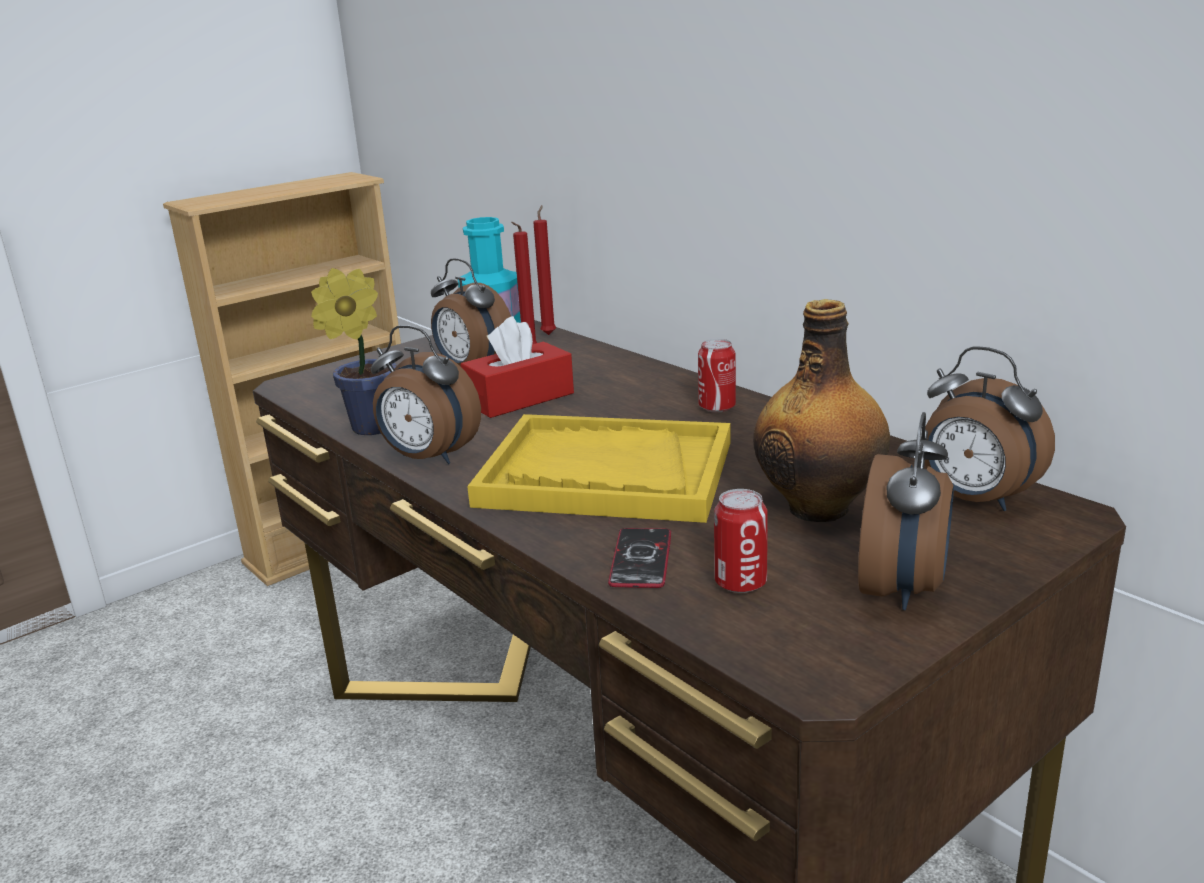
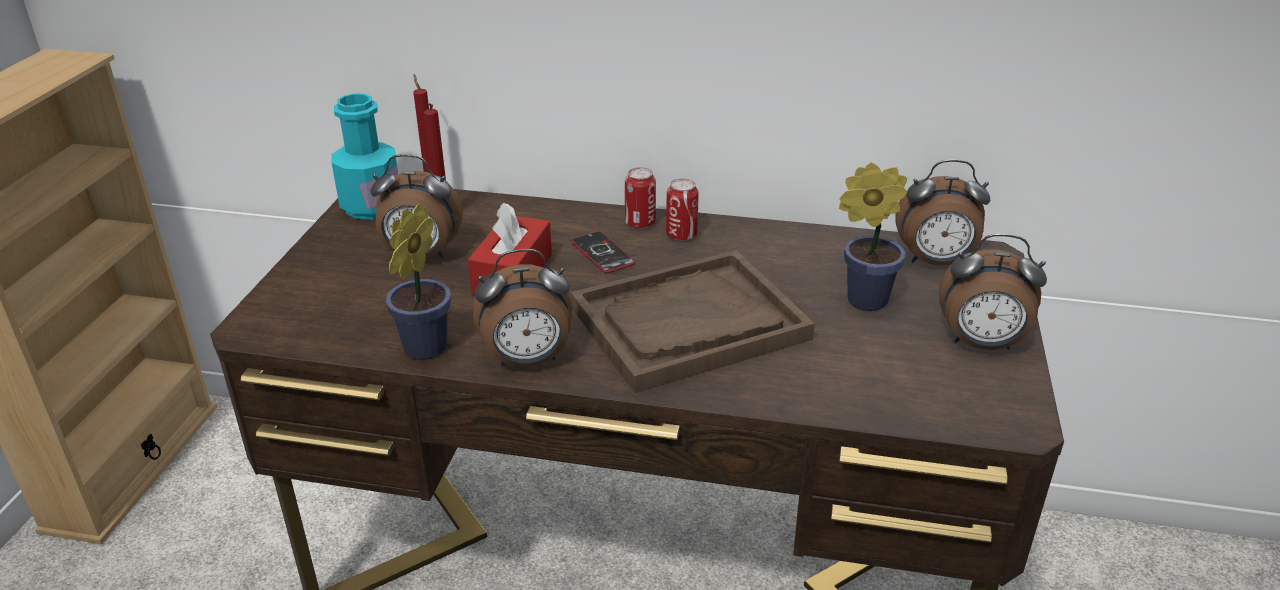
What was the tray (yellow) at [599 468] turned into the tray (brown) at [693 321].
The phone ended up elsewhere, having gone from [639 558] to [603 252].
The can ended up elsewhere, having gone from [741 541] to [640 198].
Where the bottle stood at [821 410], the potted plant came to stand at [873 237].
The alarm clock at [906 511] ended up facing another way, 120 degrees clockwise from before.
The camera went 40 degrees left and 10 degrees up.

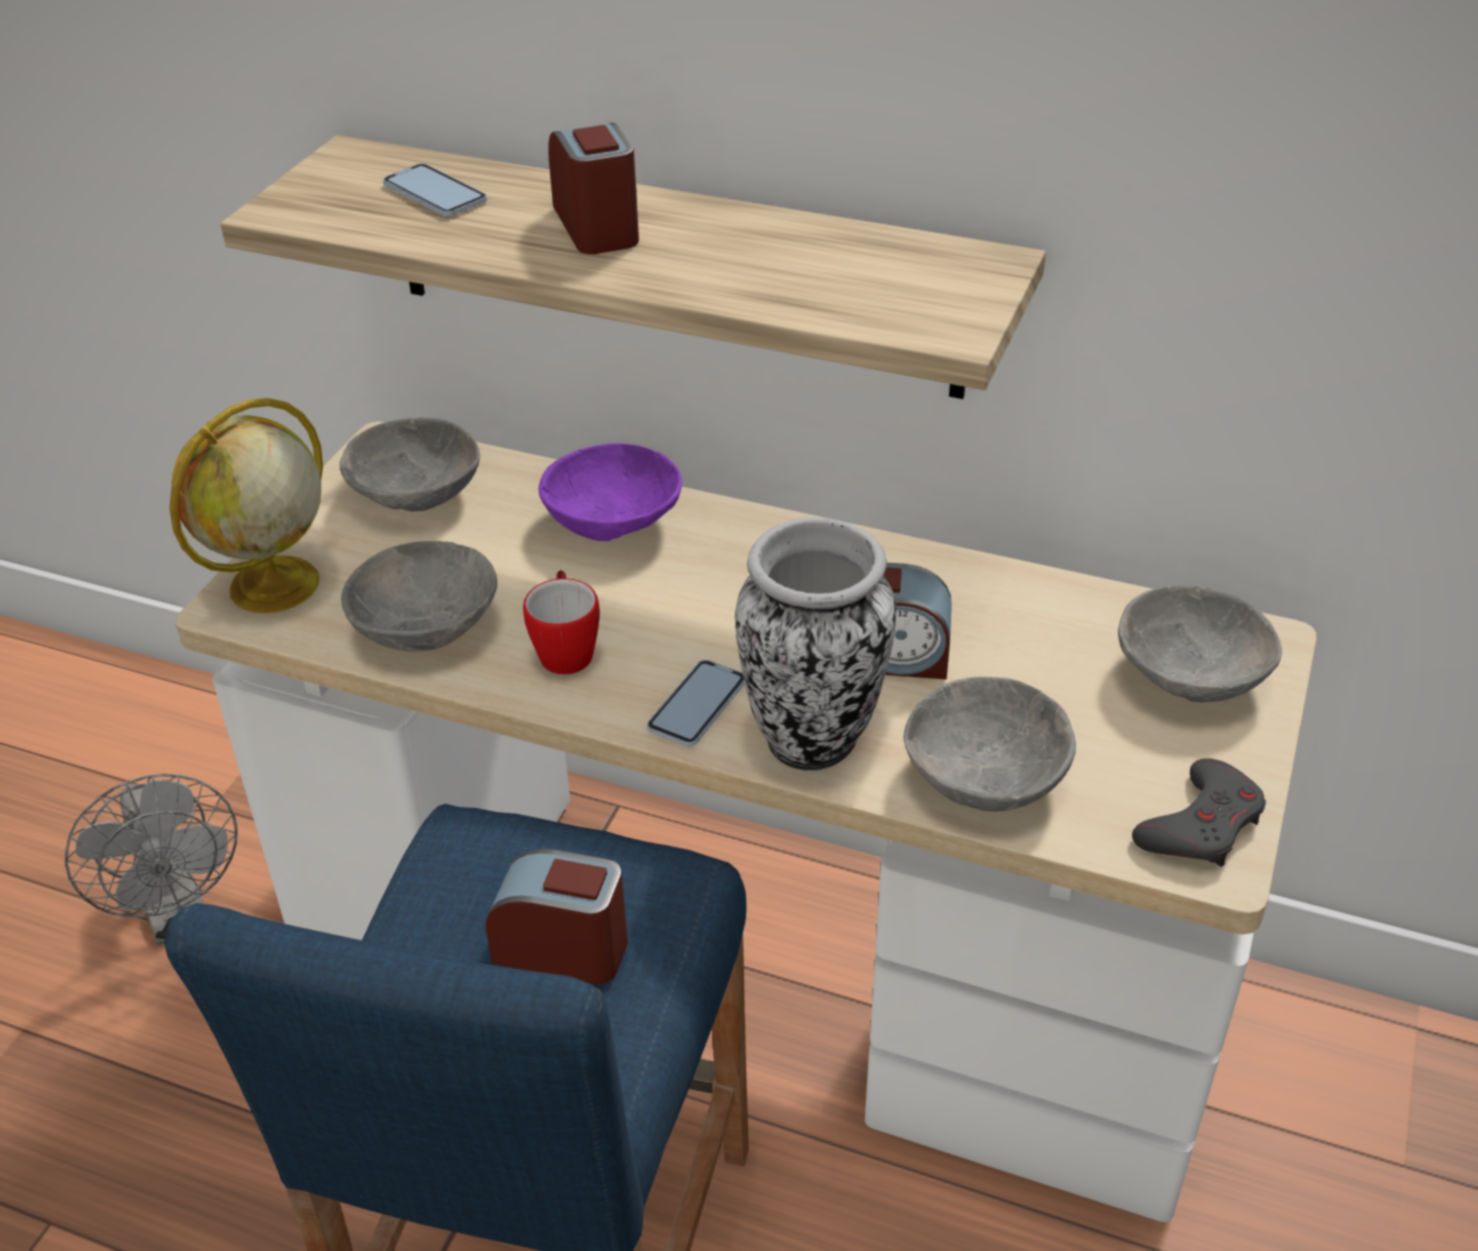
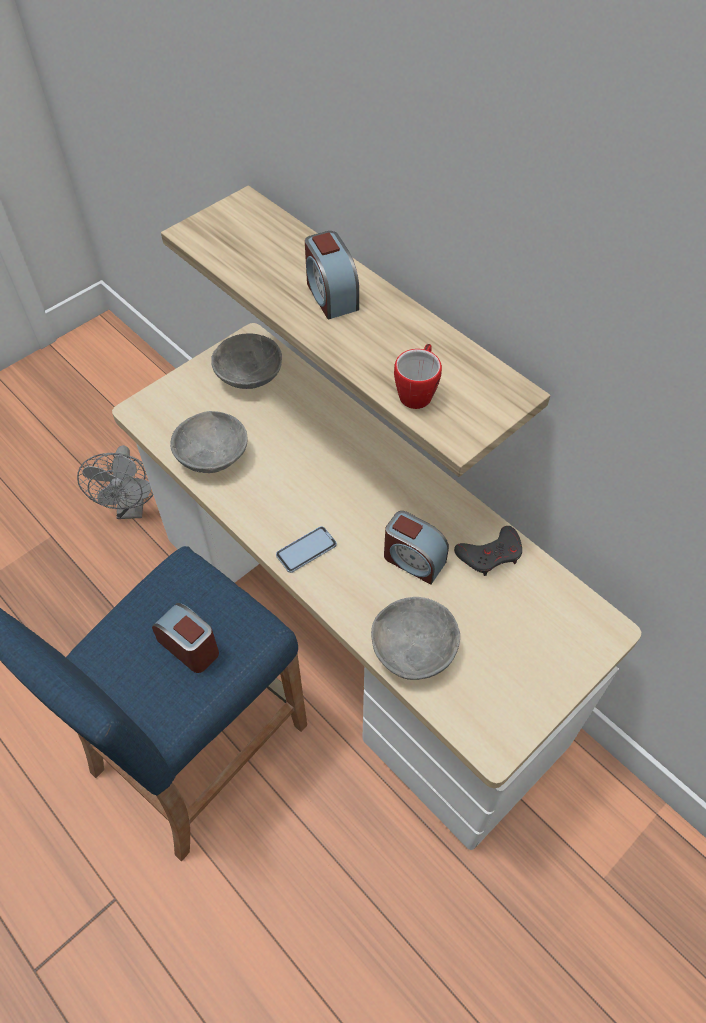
The second view lost the globe at [246 505].
The second view lost the phone at [435 190].
The mug ended up elsewhere, having gone from [561 622] to [418 376].
The second view lost the bowl (purple) at [610 492].
The alarm clock at [593 188] ended up facing another way, 150 degrees clockwise from before.
The second view lost the vase at [815 644].
The second view lost the bowl (grey) at [1200 643].
The game controller (grey) ended up elsewhere, having gone from [1199 812] to [488 551].
The camera went 25 degrees right and 15 degrees up.

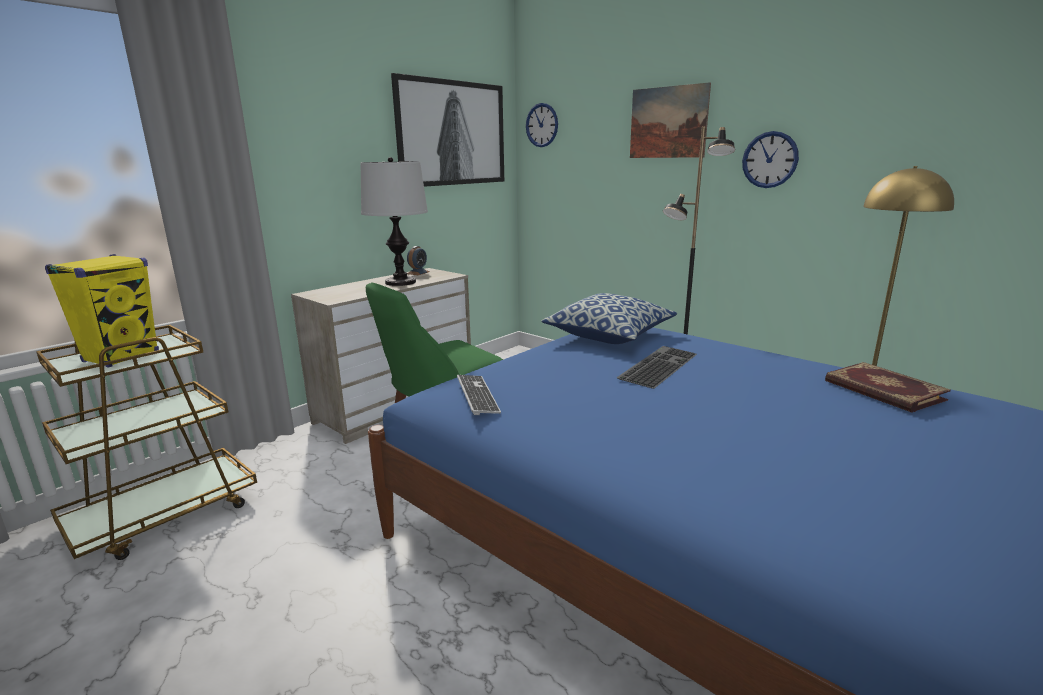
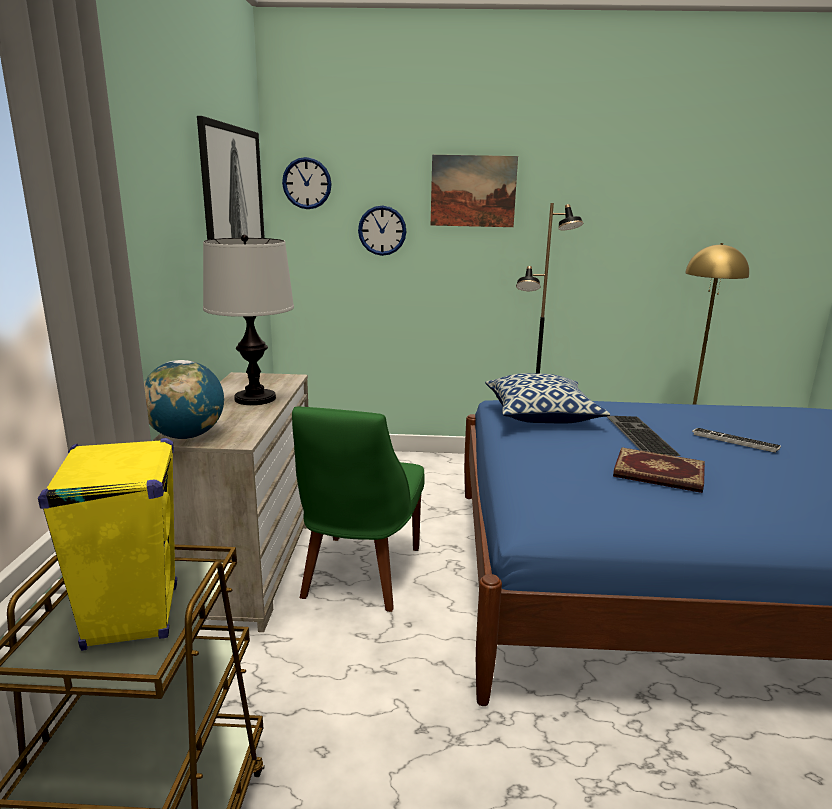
The second view lost the alarm clock at [418 260].
The keyboard ended up elsewhere, having gone from [479 395] to [736 440].
The wall clock ended up elsewhere, having gone from [770 159] to [382 230].
The book ended up elsewhere, having gone from [888 387] to [659 470].
The second view gained the globe at [184 399].
The camera went 40 degrees left and 0 degrees up.

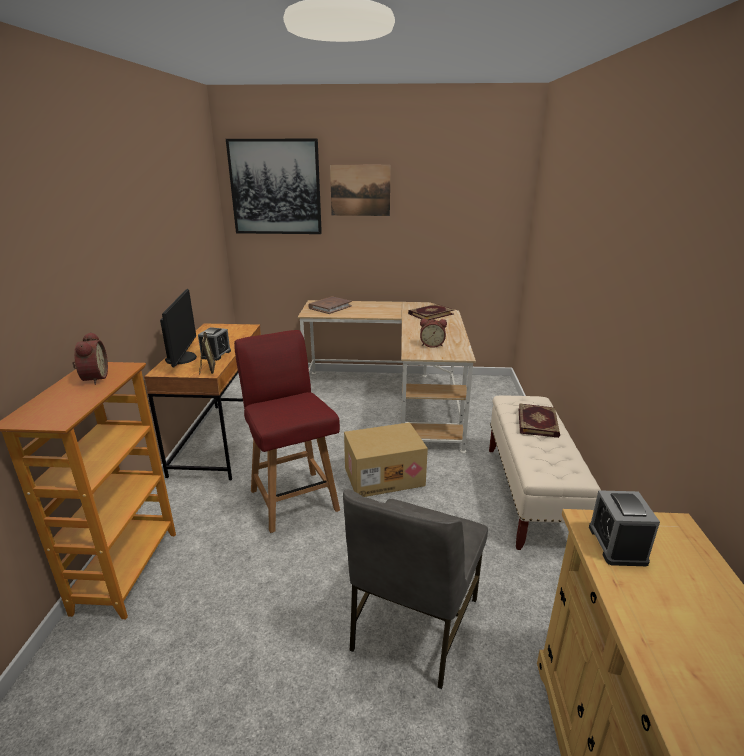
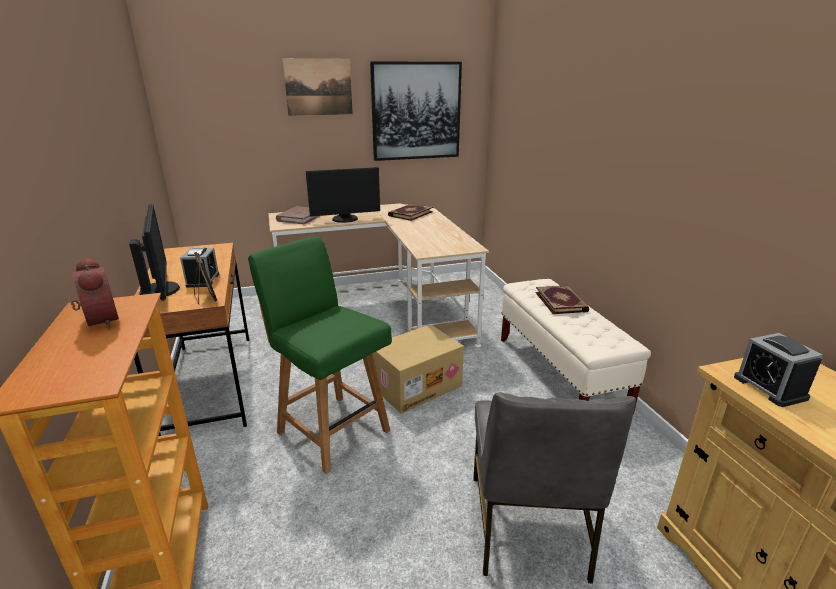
The picture ended up elsewhere, having gone from [274 186] to [416 111].
What was the chair (red) at [287 431] turned into the chair (green) at [320 355].
The second view lost the alarm clock at [433 333].
The second view gained the monitor at [343 195].
The camera went 20 degrees left and 0 degrees up.

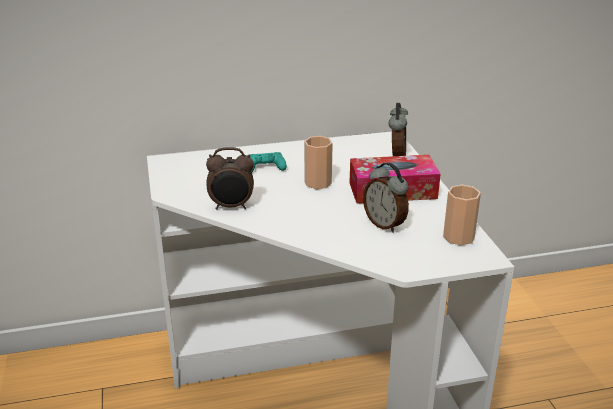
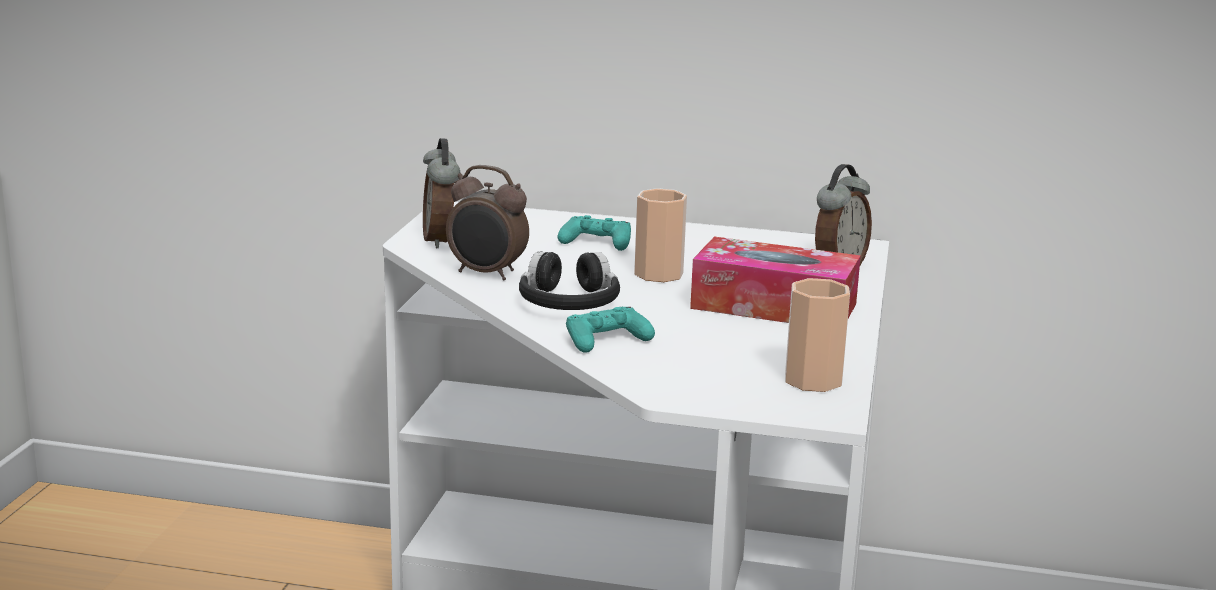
The alarm clock ended up elsewhere, having gone from [386 197] to [441 193].
The second view gained the headphones (black) at [569 280].
The second view gained the game controller (turquoise) at [610 329].
The camera went 25 degrees right and 10 degrees down.

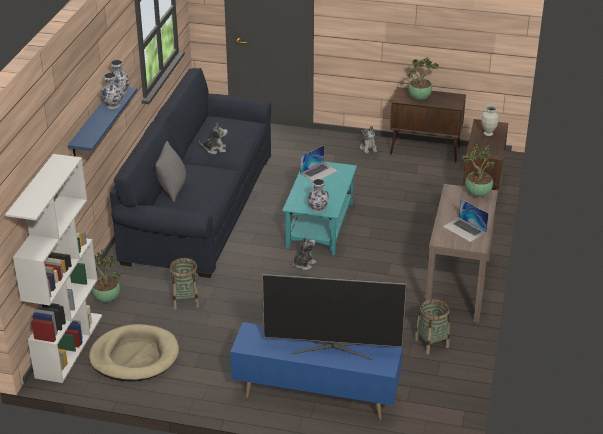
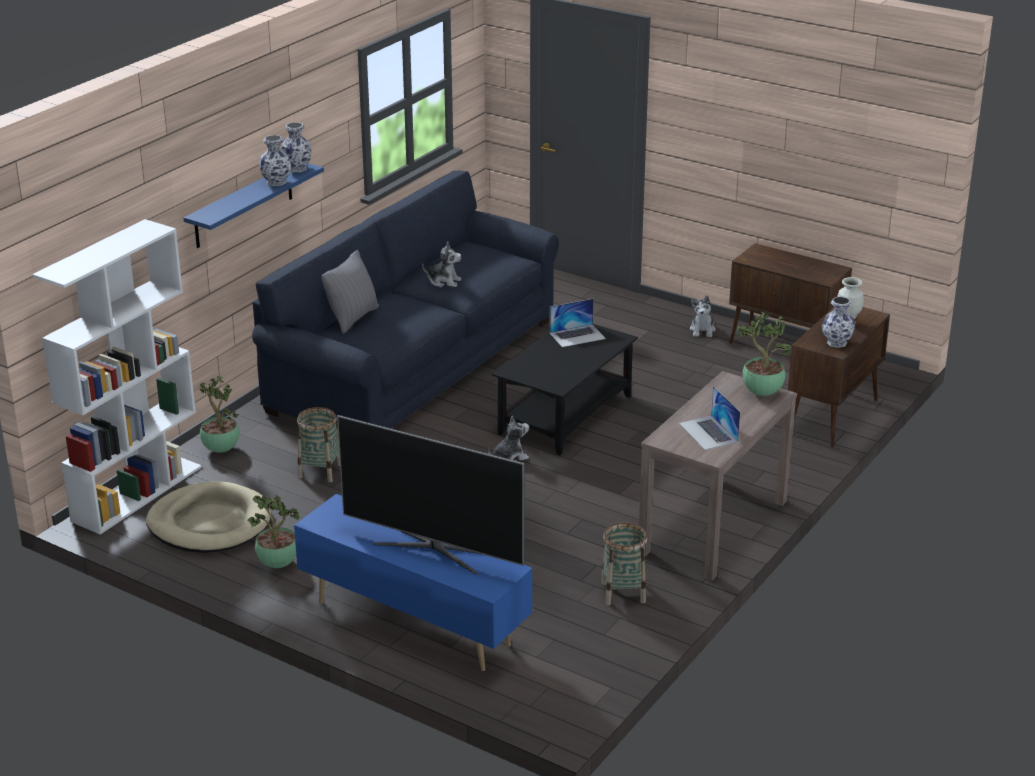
What was the coffee table (turquoise) at [319 208] turned into the coffee table (black) at [565 390].
The vase ended up elsewhere, having gone from [318 196] to [838 322].
The potted plant ended up elsewhere, having gone from [423 78] to [273 531].
The camera went 20 degrees right and 5 degrees down.

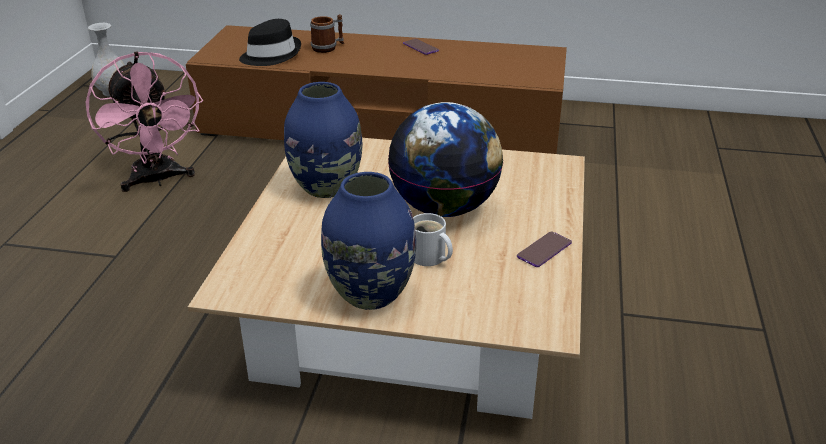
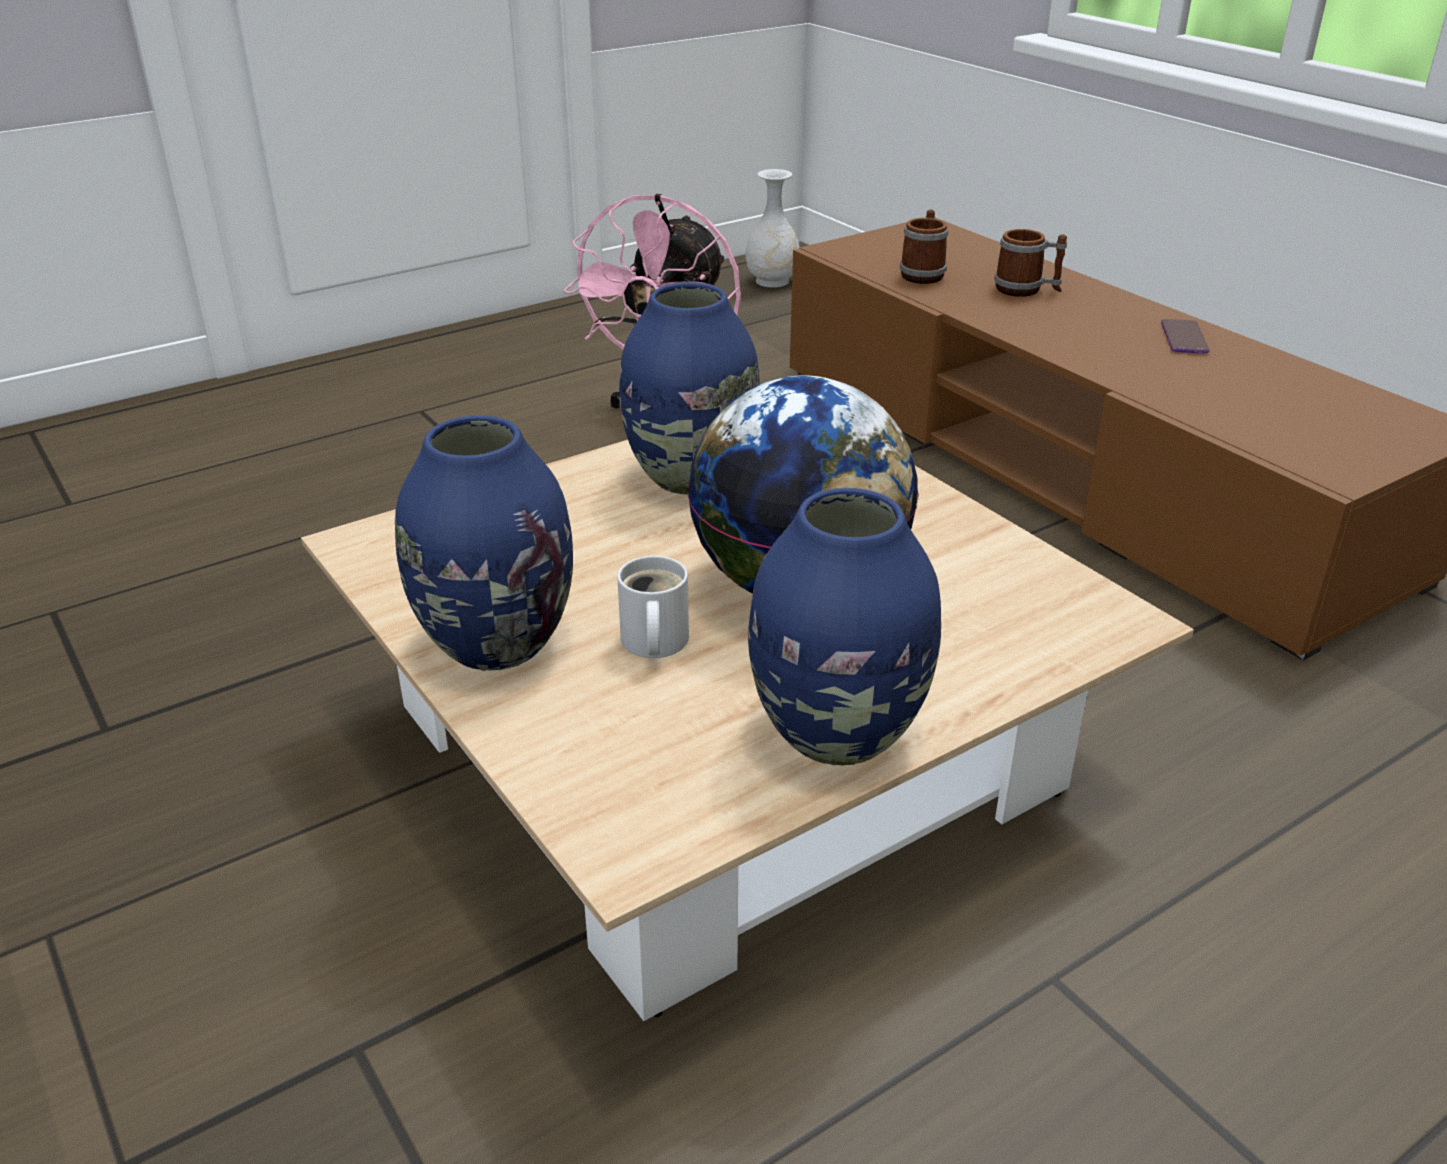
Where the hat (black) stood at [270 42], the mug came to stand at [924 246].
Where the phone stood at [544 249], the vase (blue) came to stand at [844 626].
The camera went 45 degrees right and 0 degrees up.

